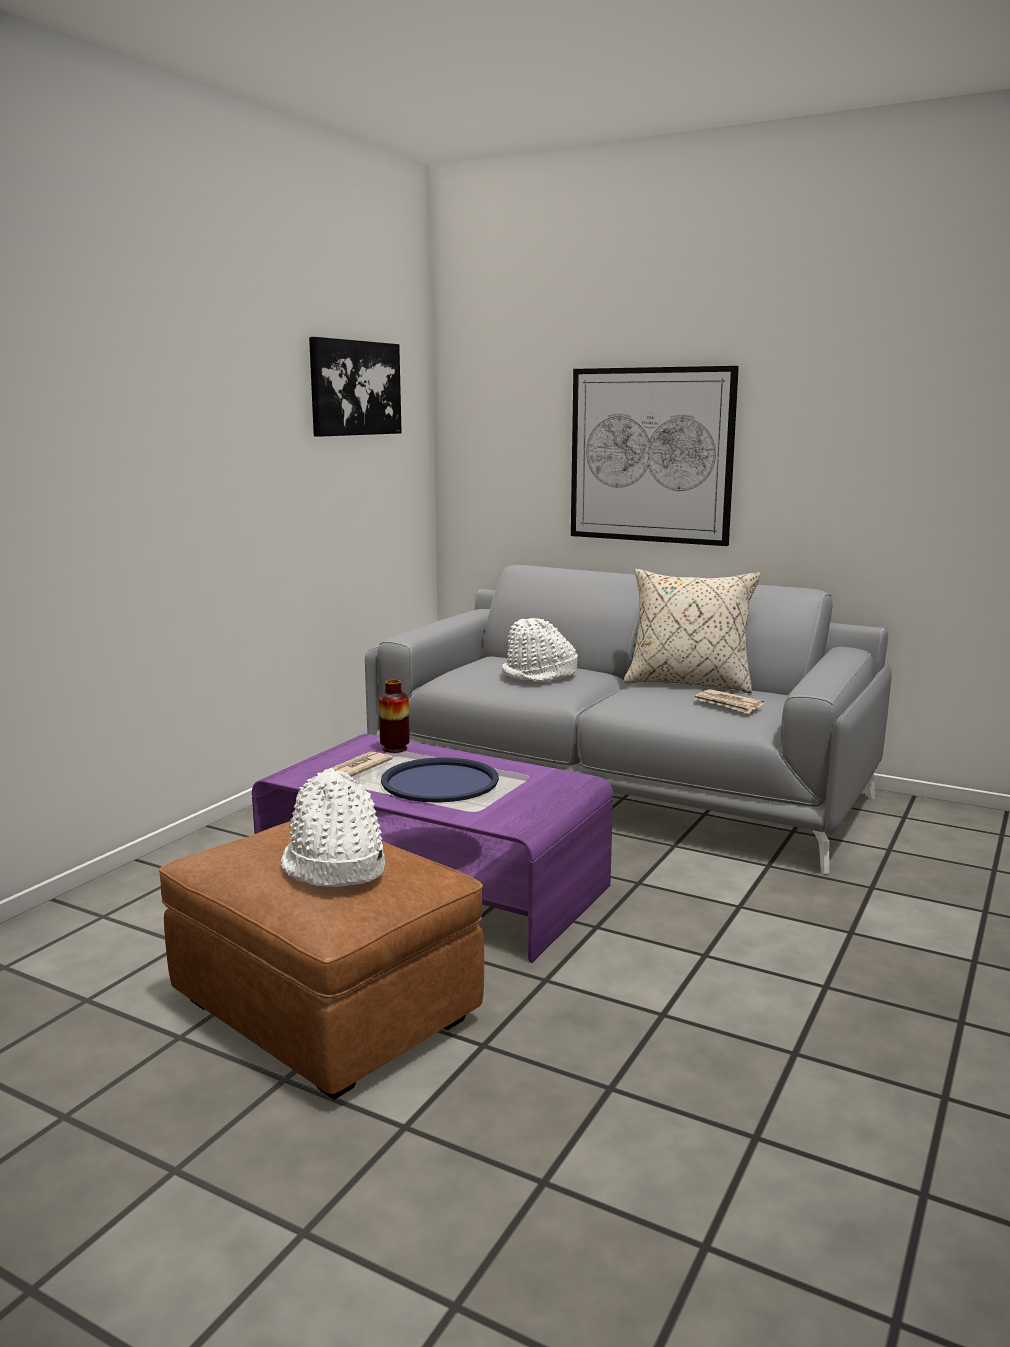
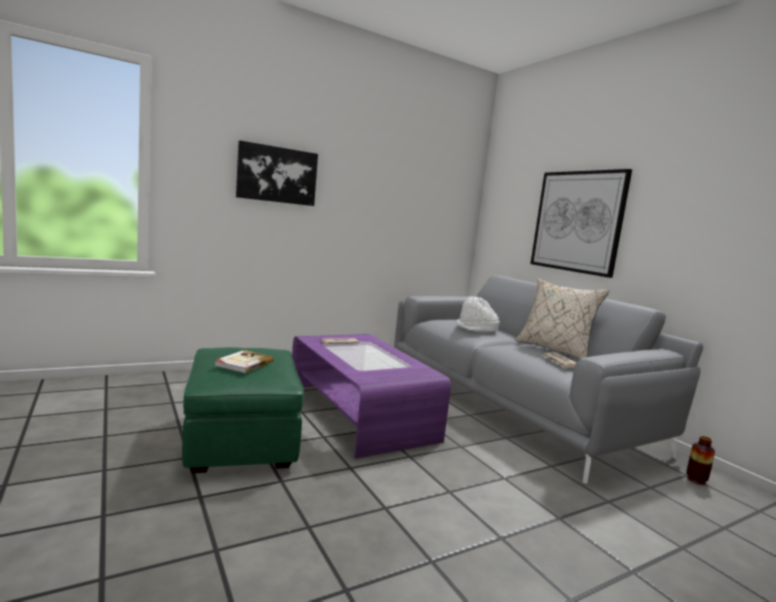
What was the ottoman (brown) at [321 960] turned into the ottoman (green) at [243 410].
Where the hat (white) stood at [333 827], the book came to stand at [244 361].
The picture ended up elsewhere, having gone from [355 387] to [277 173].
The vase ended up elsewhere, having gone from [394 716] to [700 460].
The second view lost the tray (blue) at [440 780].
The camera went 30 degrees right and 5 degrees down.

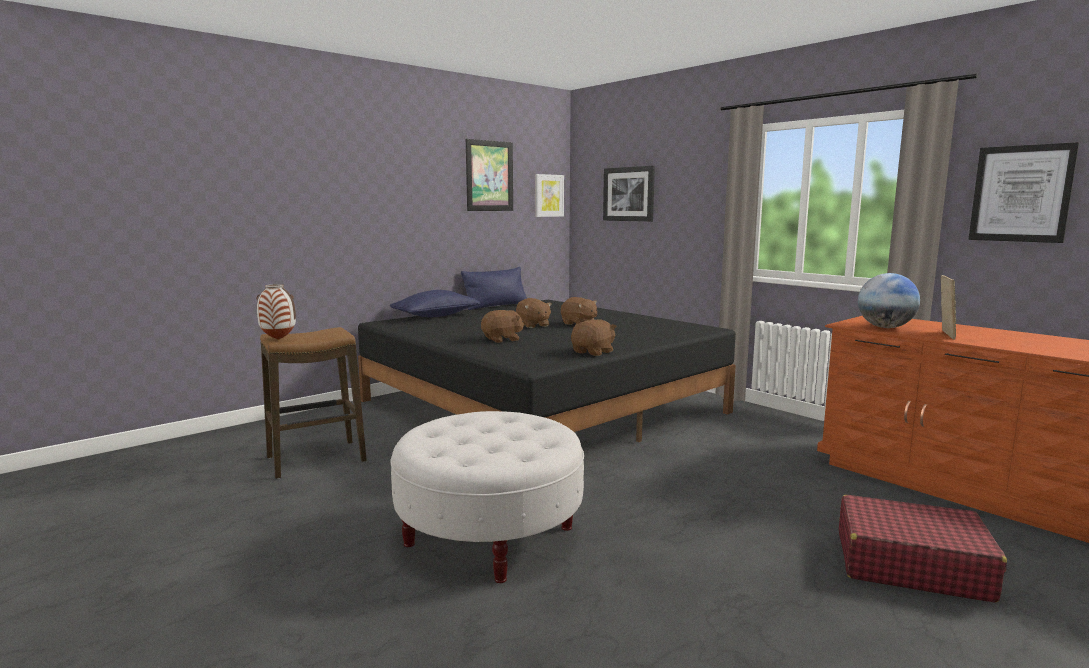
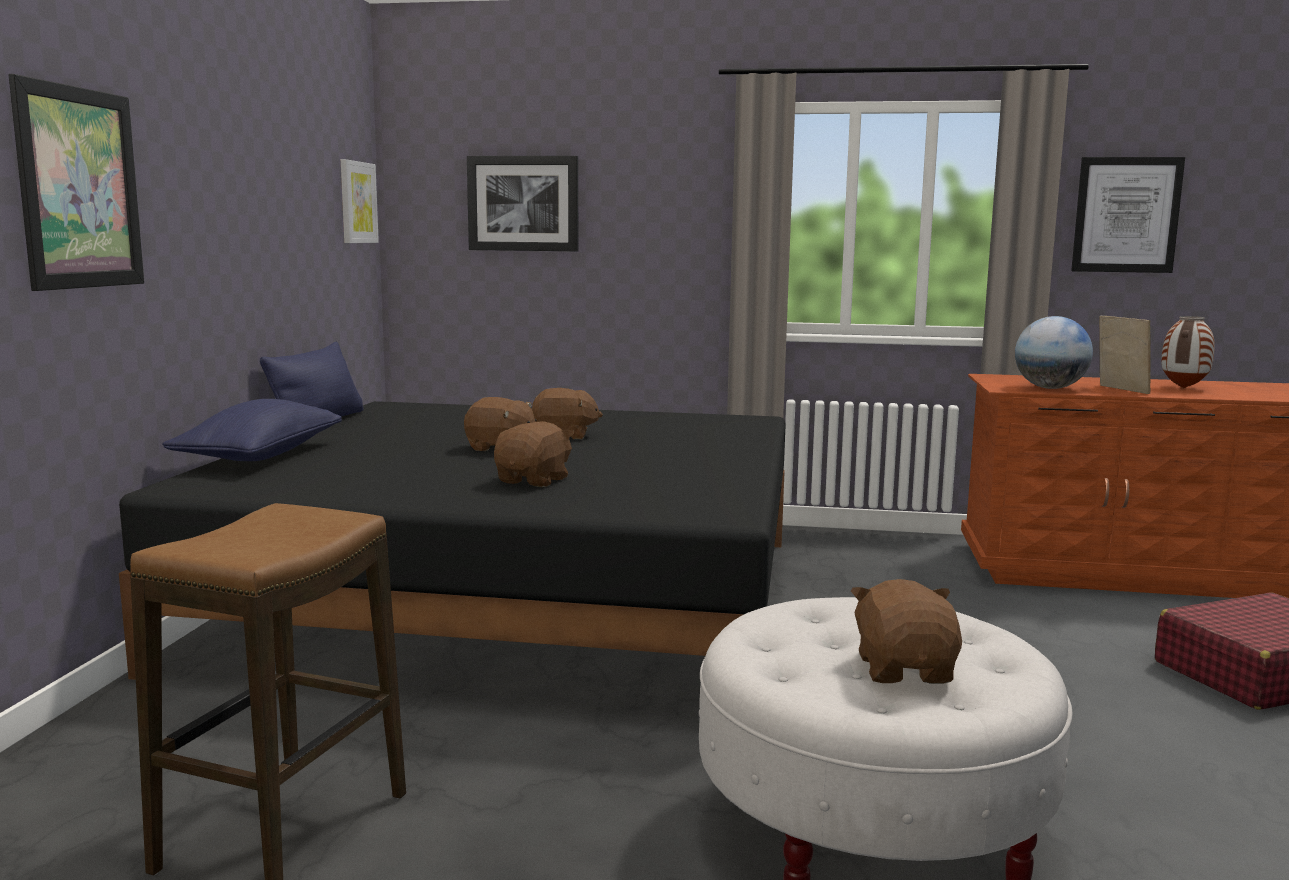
The vase ended up elsewhere, having gone from [276 312] to [1188 352].
The picture ended up elsewhere, having gone from [489 175] to [76 182].
The plush toy (brown) ended up elsewhere, having gone from [594 337] to [906 631].
The camera went 40 degrees left and 0 degrees up.

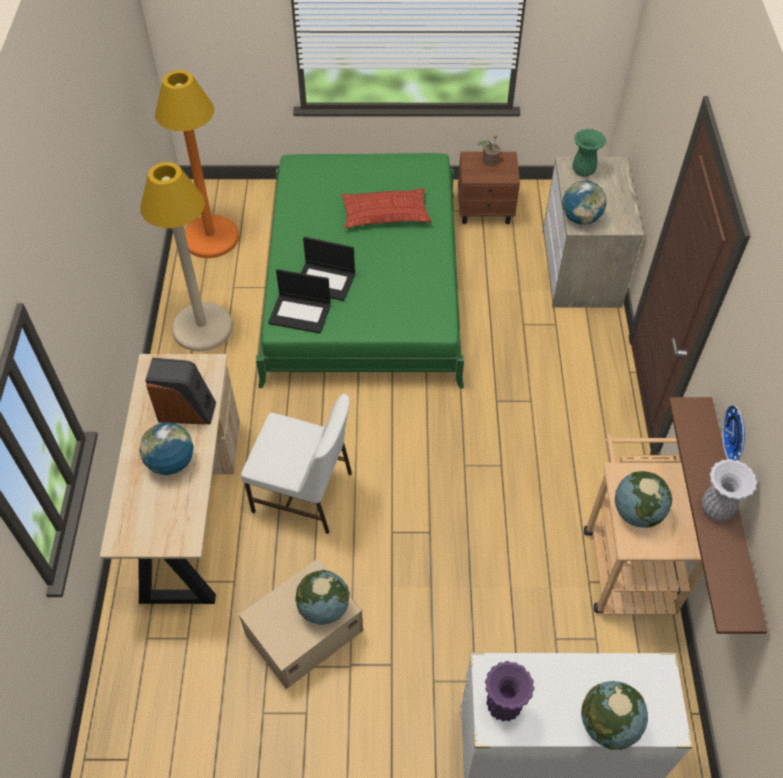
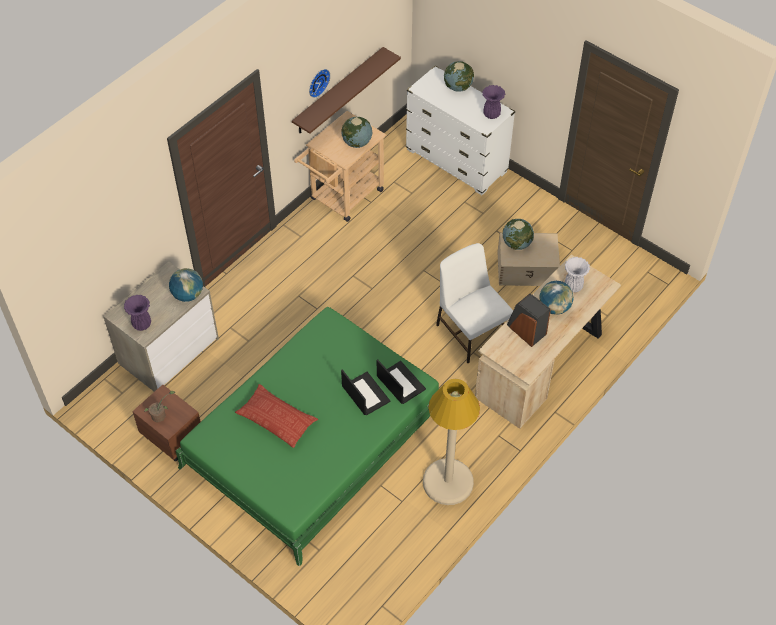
The second view lost the floor lamp (orange) at [197 164].
What was the vase (green) at [589 153] turned into the vase (purple) at [137 313].
The vase (white) ended up elsewhere, having gone from [729 490] to [577 274].
The camera went 140 degrees left and 0 degrees up.

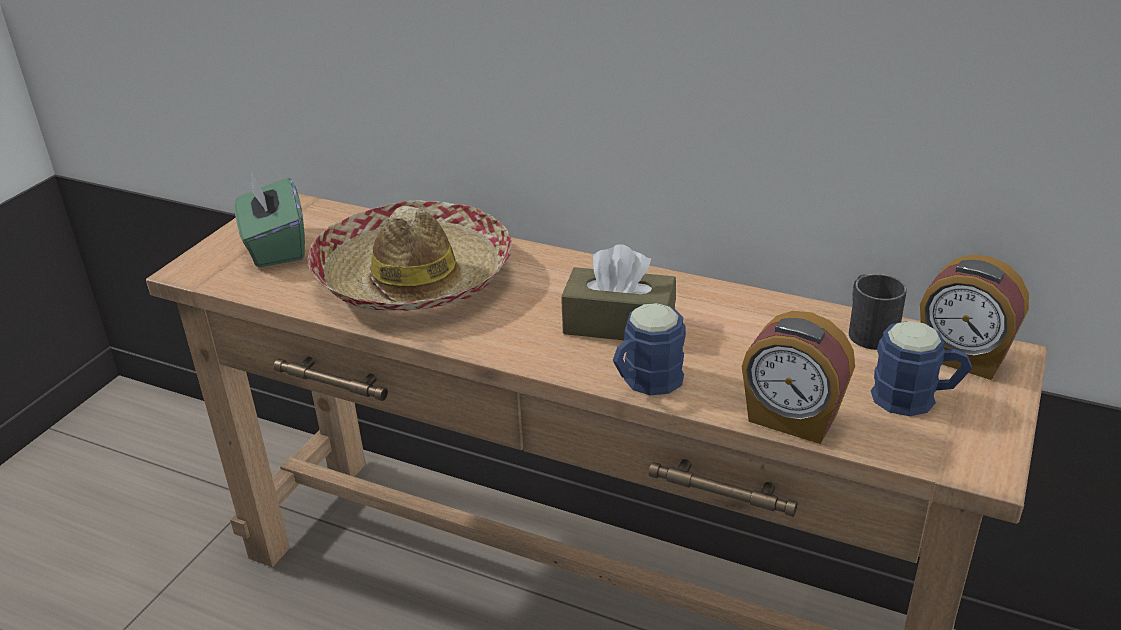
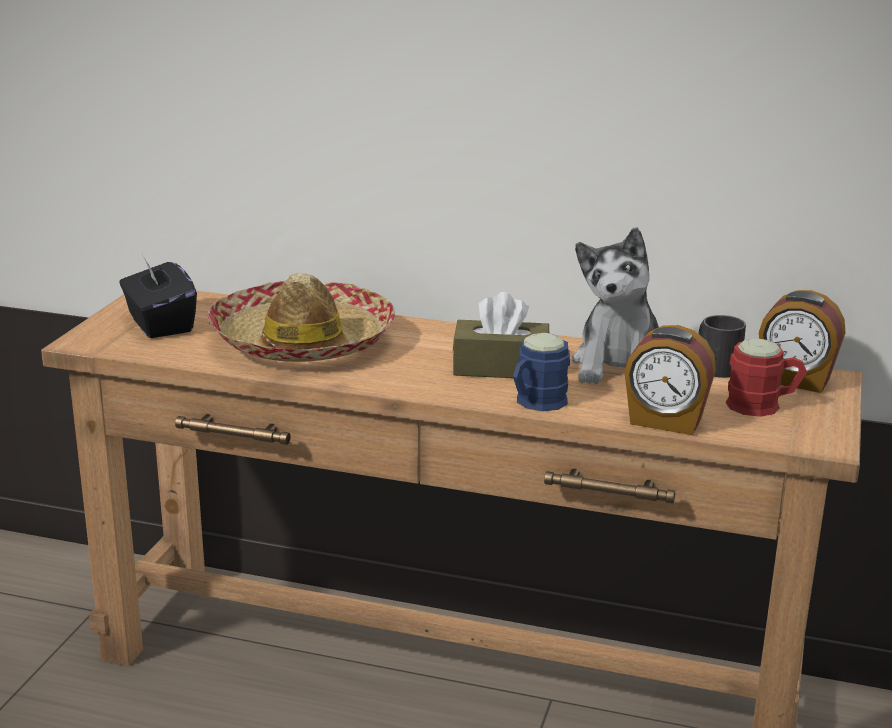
What was the tissue box (green) at [270 220] turned into the tissue box (black) at [158 295].
What was the mug (blue) at [921 368] turned into the mug (red) at [766 377].
The second view gained the plush toy at [615 305].
The camera went 10 degrees left and 10 degrees down.

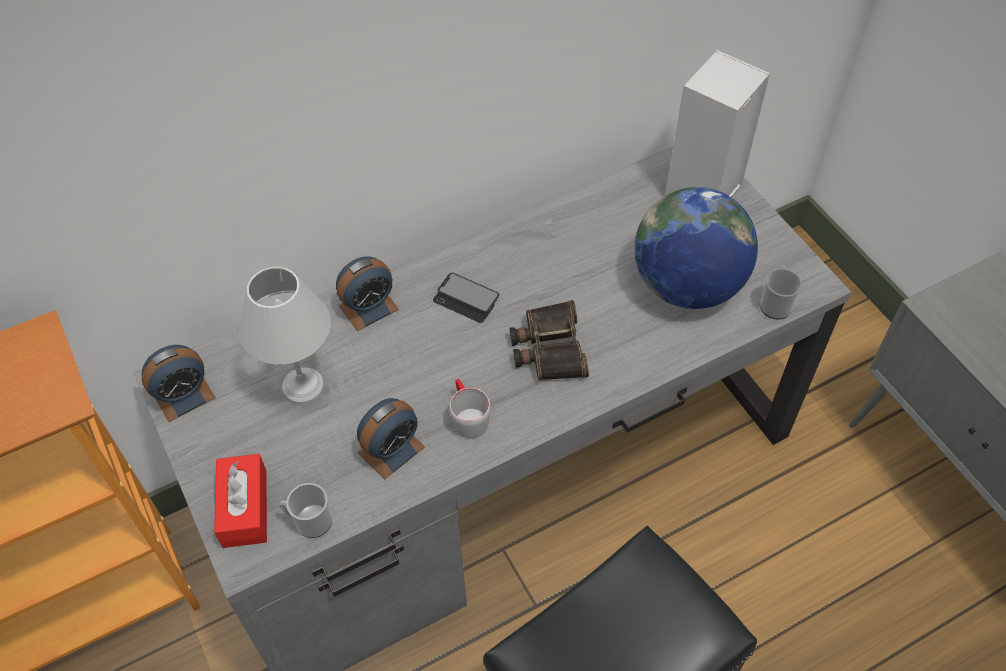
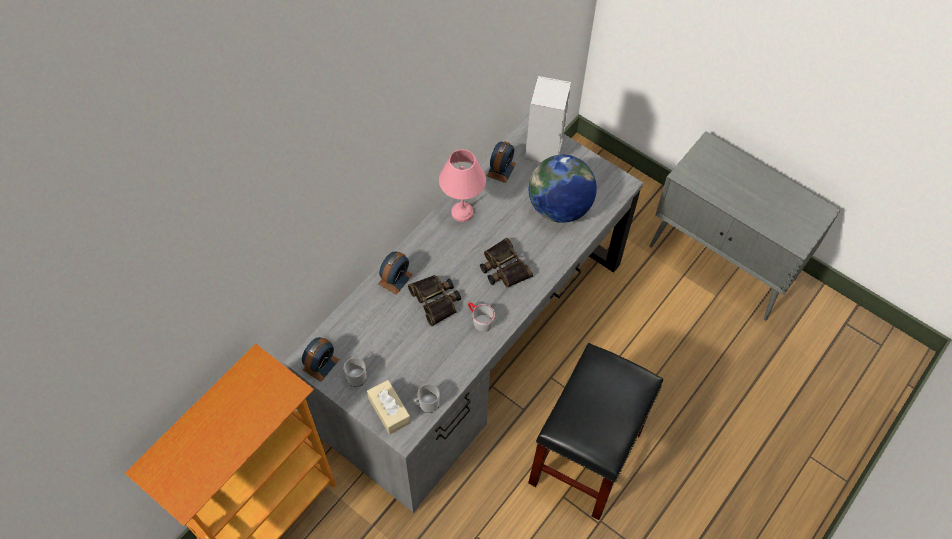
What was the tissue box (red) at [240 501] turned into the tissue box (beige) at [389 407].
The second view lost the table lamp (white) at [285 336].
The alarm clock ended up elsewhere, having gone from [391 438] to [501 162].
The second view lost the phone at [466 298].
The mug ended up elsewhere, having gone from [781 292] to [355 371].
The second view gained the binoculars at [434 300].
The second view gained the table lamp (pink) at [462 185].
The camera went 25 degrees left and 5 degrees up.

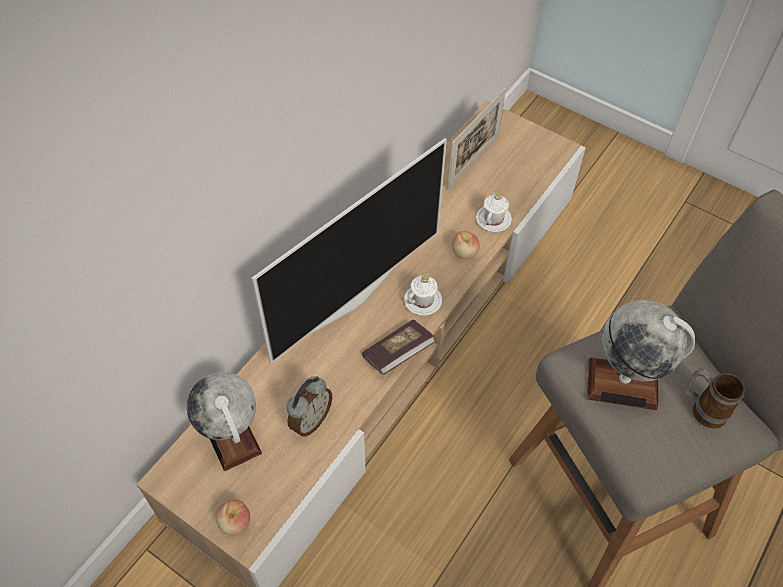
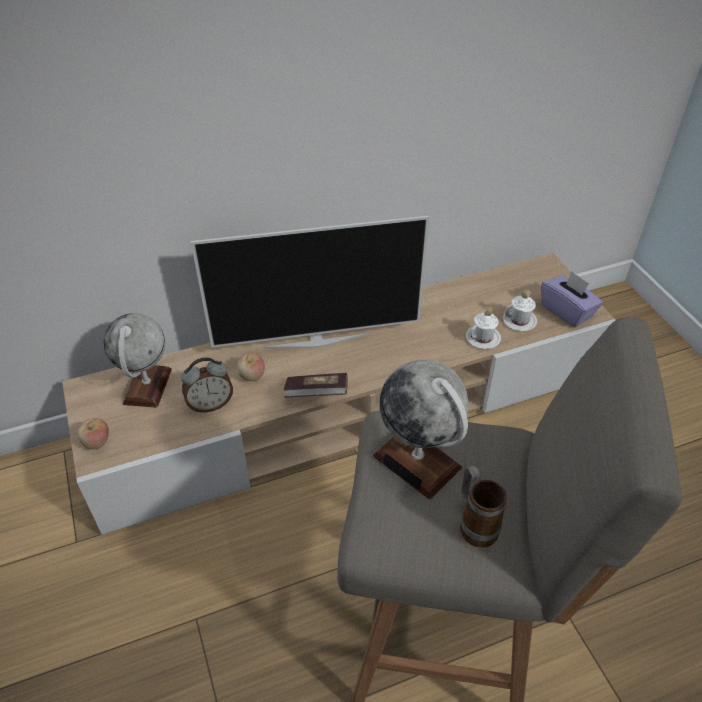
The mug (white) ended up elsewhere, having gone from [423 294] to [520 310].
The second view lost the picture frame at [476 139].
The apple ended up elsewhere, having gone from [466 245] to [251 367].
The second view gained the tissue box (purple) at [572 299].
The camera went 35 degrees right and 10 degrees down.

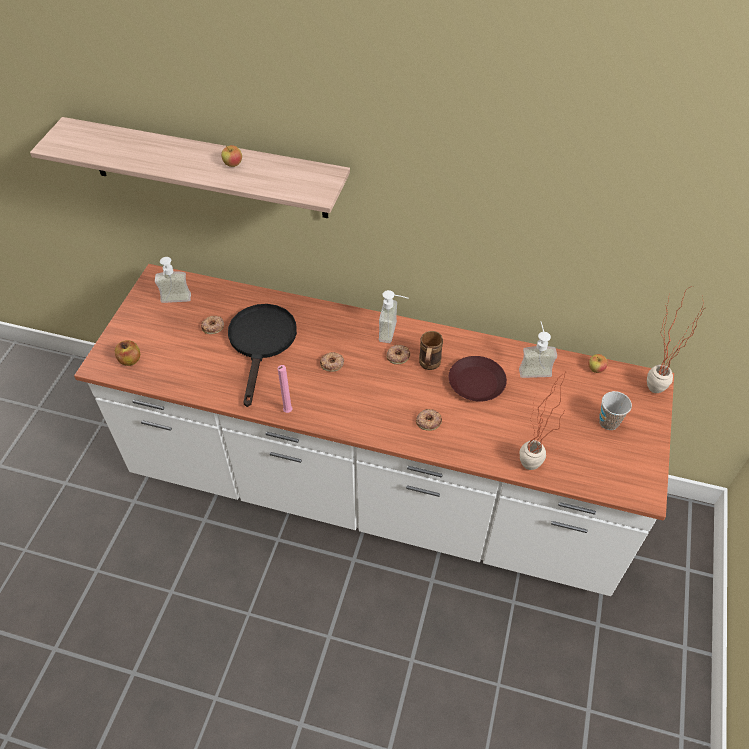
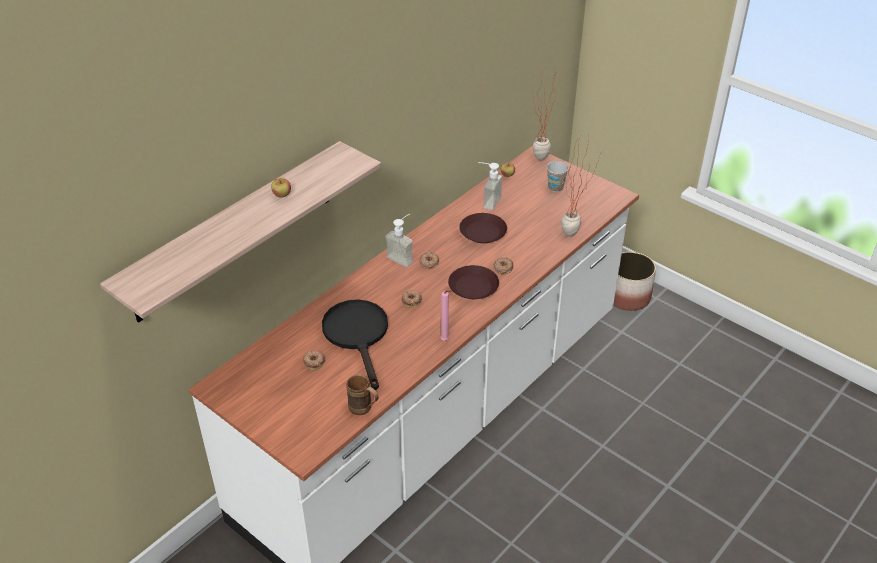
The second view lost the apple at [127 353].
The second view lost the soap dispenser at [173 280].
The frying pan (black) at [262 355] ended up facing another way, 45 degrees clockwise from before.
The mug (brown) ended up elsewhere, having gone from [431 350] to [362 395].
The second view gained the plate (brown) at [473 282].
The second view gained the planter at [634 281].
The camera went 65 degrees left and 10 degrees down.

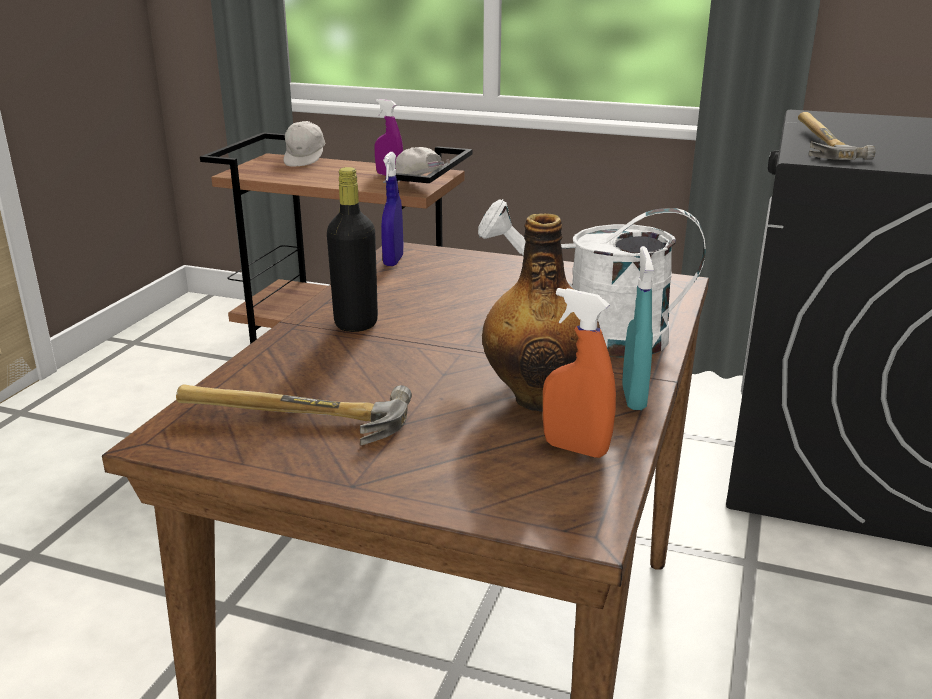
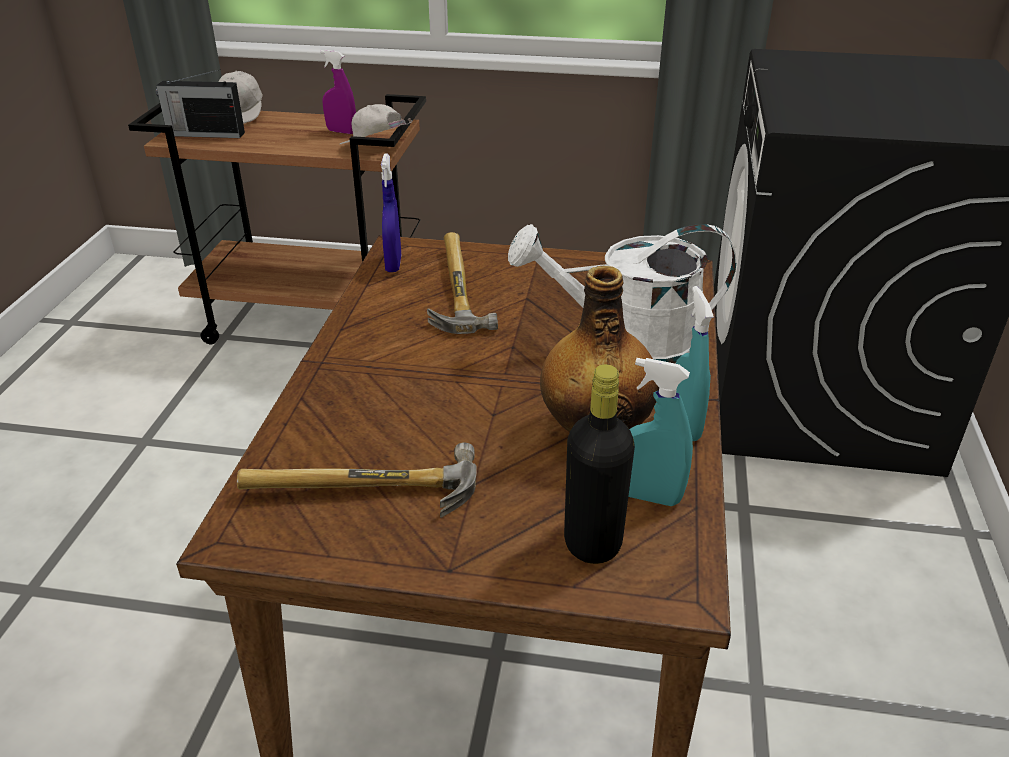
The bottle (black) ended up elsewhere, having gone from [352 249] to [599 464].
What was the spray bottle (orange) at [579 373] turned into the spray bottle (turquoise) at [660 432].
The hammer ended up elsewhere, having gone from [836 136] to [462 283].
The second view gained the radio at [200 103].
The camera went 10 degrees left and 10 degrees up.

